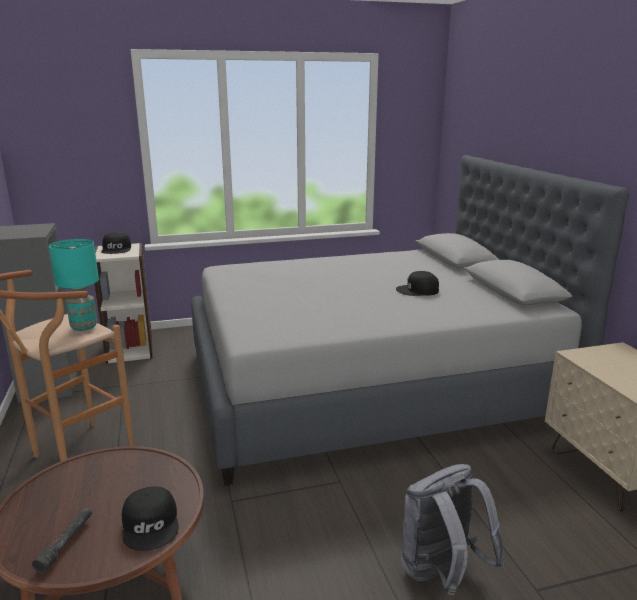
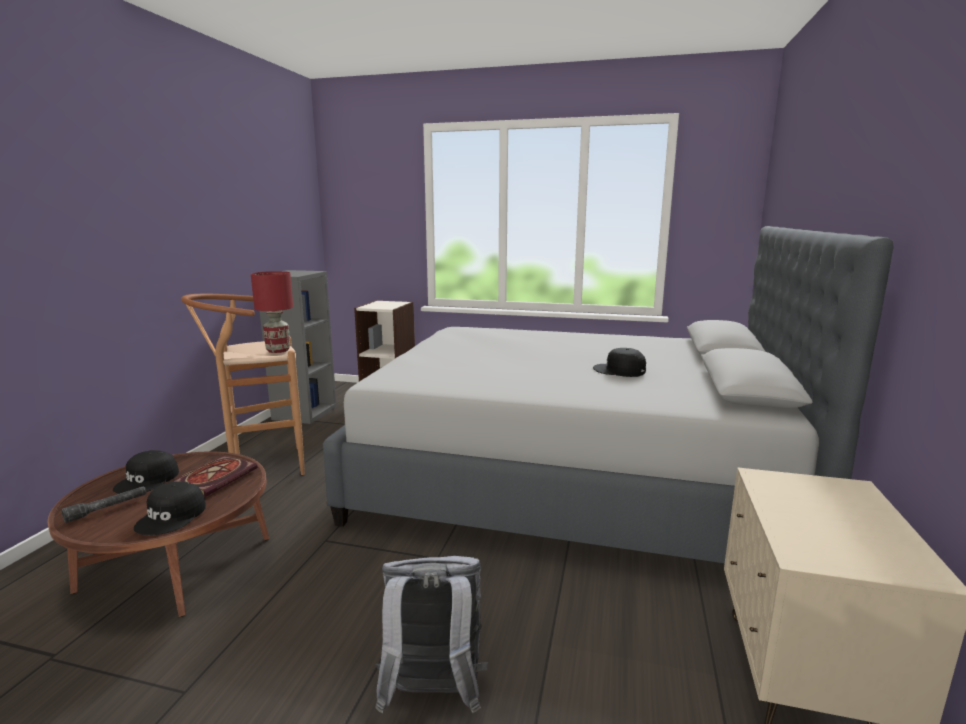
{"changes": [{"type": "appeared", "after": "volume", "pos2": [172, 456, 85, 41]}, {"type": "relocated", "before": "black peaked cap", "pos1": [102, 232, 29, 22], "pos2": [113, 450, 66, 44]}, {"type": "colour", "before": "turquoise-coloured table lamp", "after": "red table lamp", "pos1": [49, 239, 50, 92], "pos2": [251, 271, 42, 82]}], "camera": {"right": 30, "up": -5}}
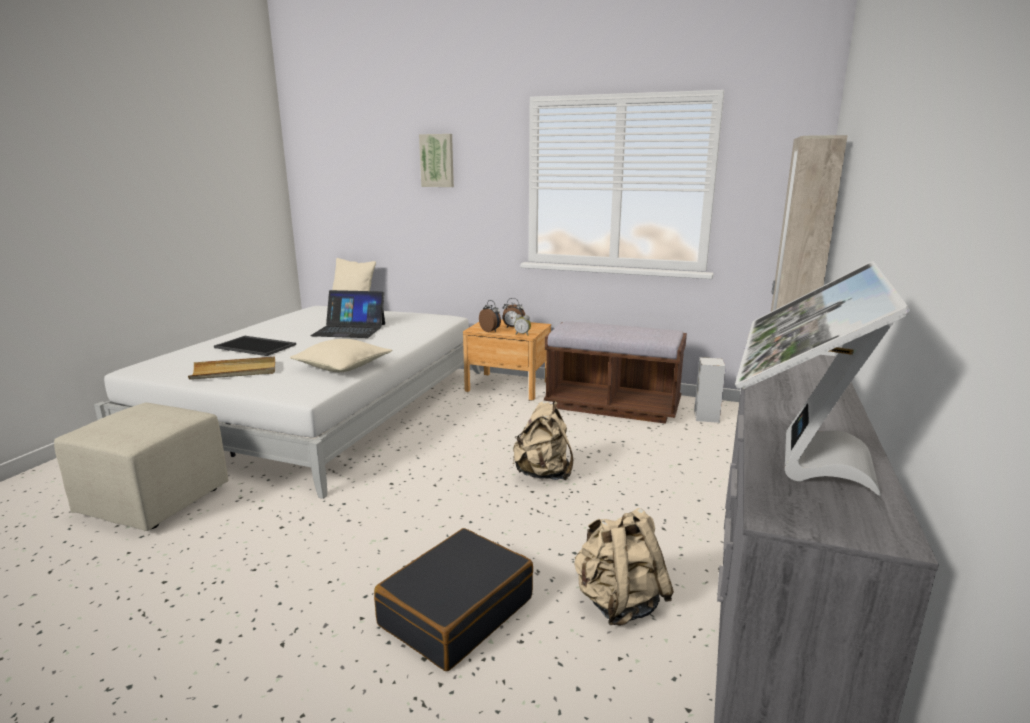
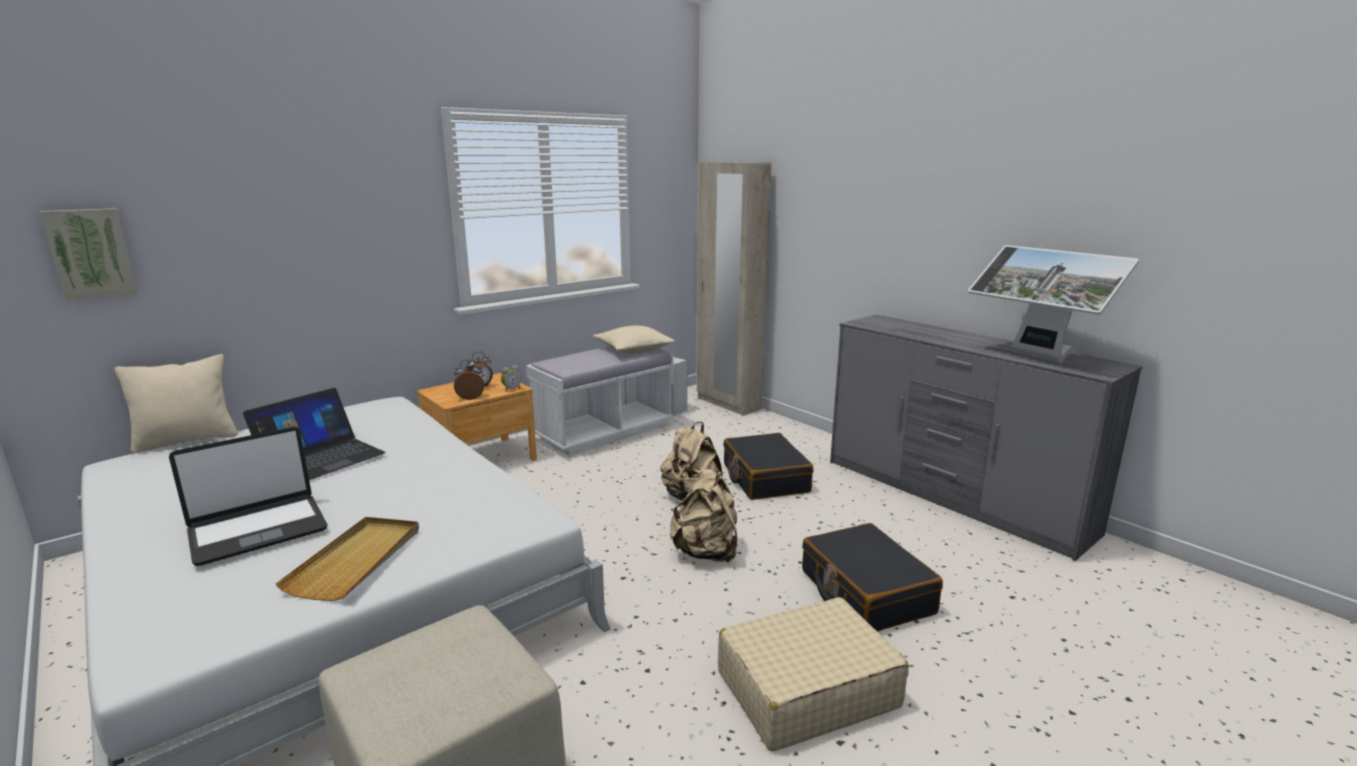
{"changes": [{"type": "appeared", "after": "beige travel case", "pos2": [718, 597, 191, 154]}, {"type": "appeared", "after": "black travel case", "pos2": [723, 433, 90, 67]}, {"type": "relocated", "before": "beige cushion", "pos1": [290, 339, 102, 33], "pos2": [593, 326, 82, 27]}, {"type": "relocated", "before": "wall art", "pos1": [419, 134, 35, 53], "pos2": [40, 208, 97, 92]}, {"type": "relocated", "before": "beige backpack", "pos1": [574, 508, 100, 118], "pos2": [670, 469, 67, 94]}, {"type": "exchanged", "before": "tray", "after": "laptop", "pos1": [214, 336, 82, 20], "pos2": [169, 427, 158, 139]}, {"type": "colour", "before": "brownish indoor bench", "after": "white indoor bench", "pos1": [544, 321, 143, 103], "pos2": [526, 346, 148, 110]}], "camera": {"right": -60, "up": 0}}
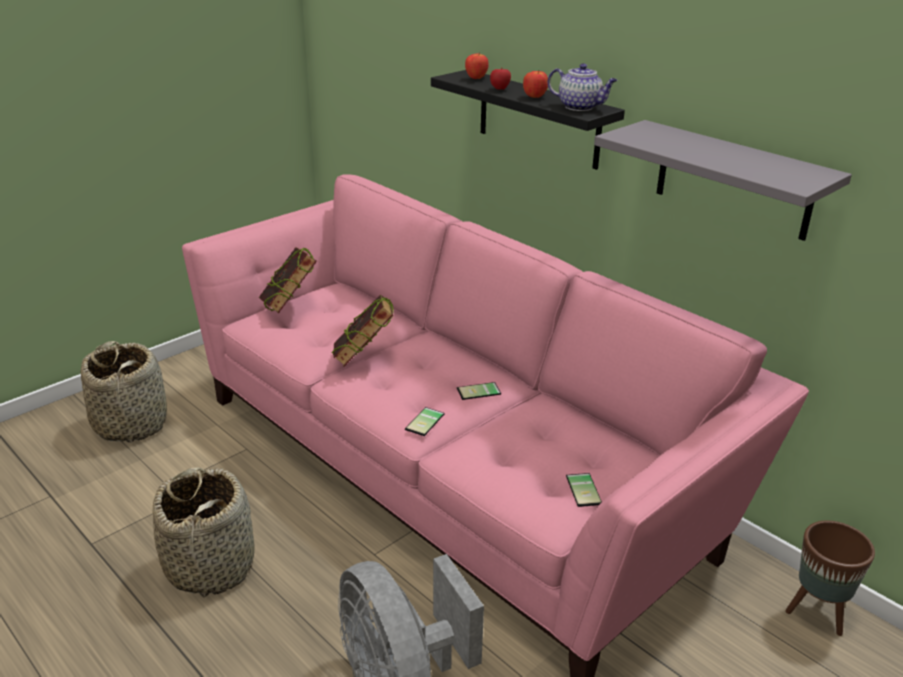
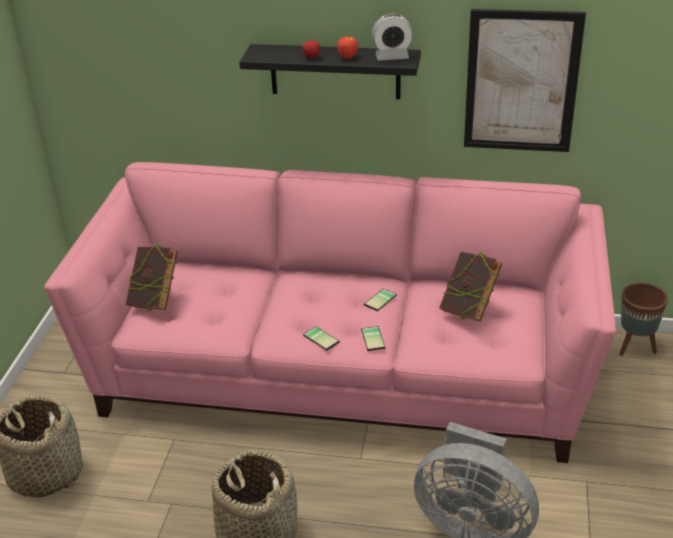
{"changes": [{"type": "missing", "before": "whole apple", "pos1": [465, 53, 24, 26]}, {"type": "relocated", "before": "volume", "pos1": [332, 294, 62, 72], "pos2": [439, 252, 63, 70]}, {"type": "relocated", "before": "phone", "pos1": [566, 473, 36, 34], "pos2": [303, 327, 37, 24]}, {"type": "exchanged", "before": "pot for tea", "after": "bedside clock", "pos1": [548, 63, 69, 48], "pos2": [372, 14, 41, 47]}, {"type": "exchanged", "before": "greyish bracket shelf", "after": "wall art", "pos1": [594, 120, 258, 121], "pos2": [464, 9, 122, 143]}], "camera": {"right": -35, "up": 5}}
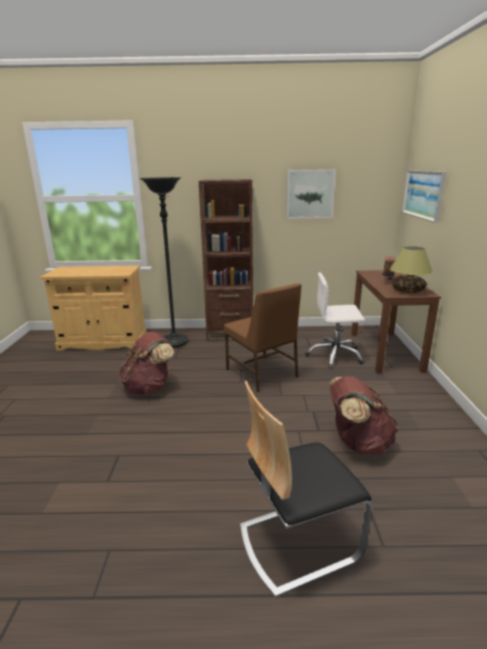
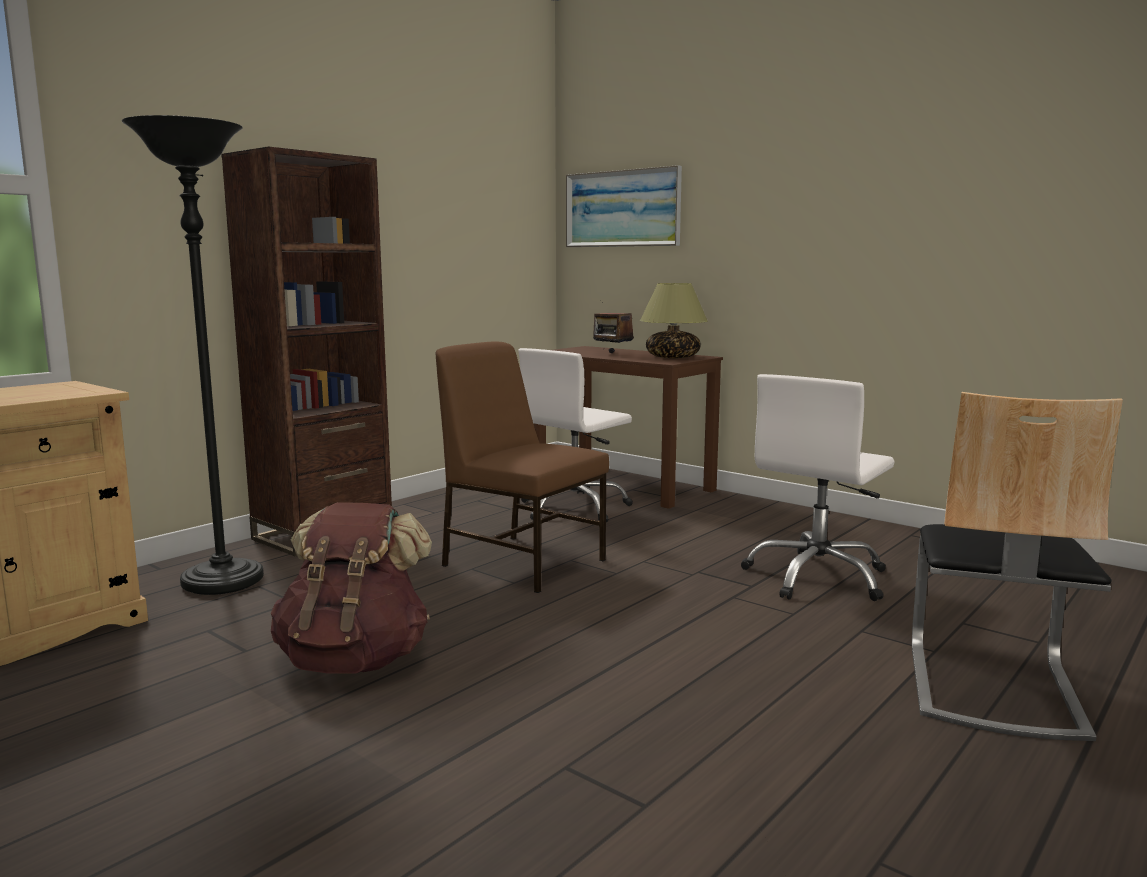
{"changes": [{"type": "missing", "before": "wall art", "pos1": [286, 169, 50, 50]}, {"type": "exchanged", "before": "brownish backpack", "after": "white desk chair", "pos1": [329, 376, 69, 79], "pos2": [741, 374, 154, 227]}, {"type": "spun", "before": "brownish upright chair", "pos1": [224, 283, 78, 109], "pos2": [436, 342, 173, 251], "turn": -150}], "camera": {"right": -50, "up": -10}}
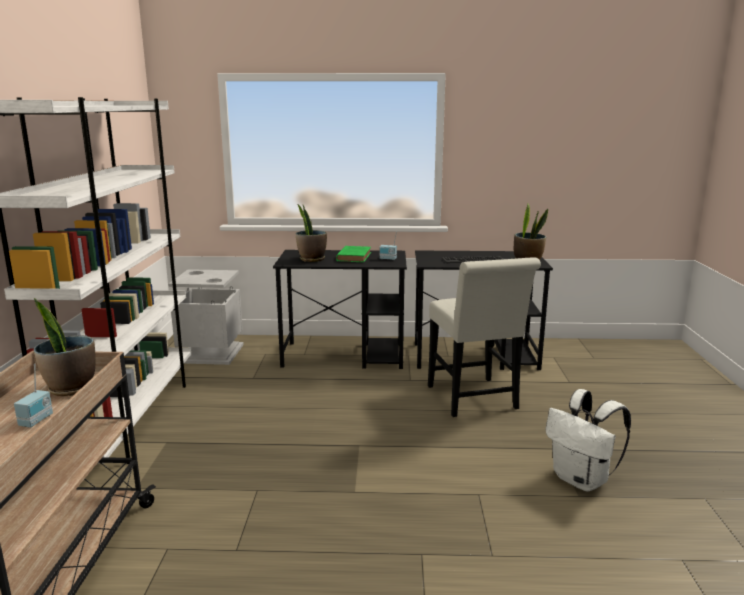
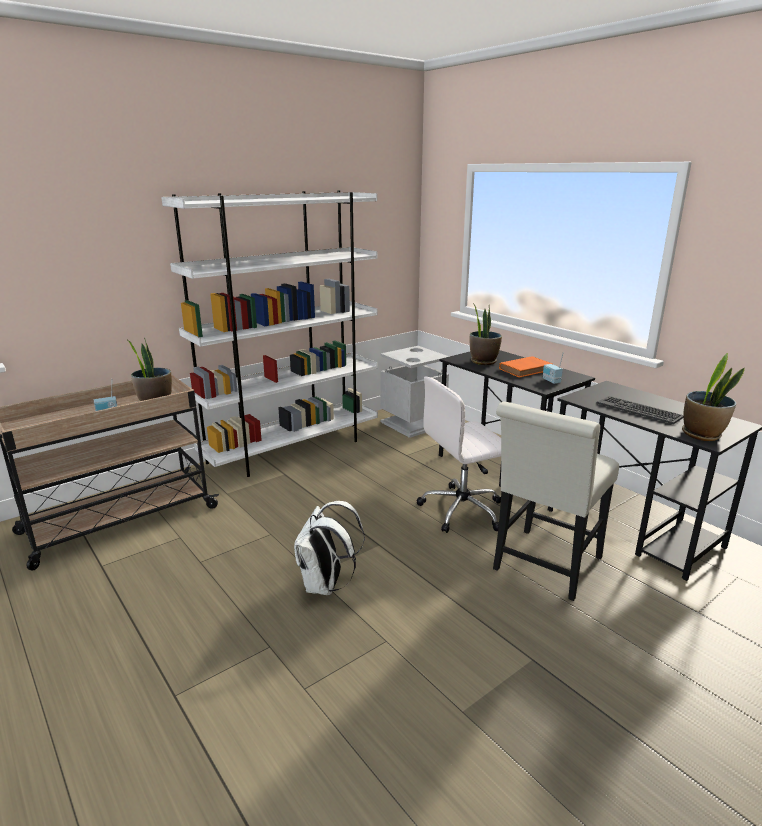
{"changes": [{"type": "appeared", "after": "white desk chair", "pos2": [417, 377, 84, 156]}, {"type": "relocated", "before": "white backpack", "pos1": [546, 389, 85, 103], "pos2": [294, 501, 71, 94]}, {"type": "colour", "before": "green-coloured volume", "after": "orange volume", "pos1": [336, 246, 35, 16], "pos2": [499, 356, 53, 21]}], "camera": {"right": 50, "up": 5}}
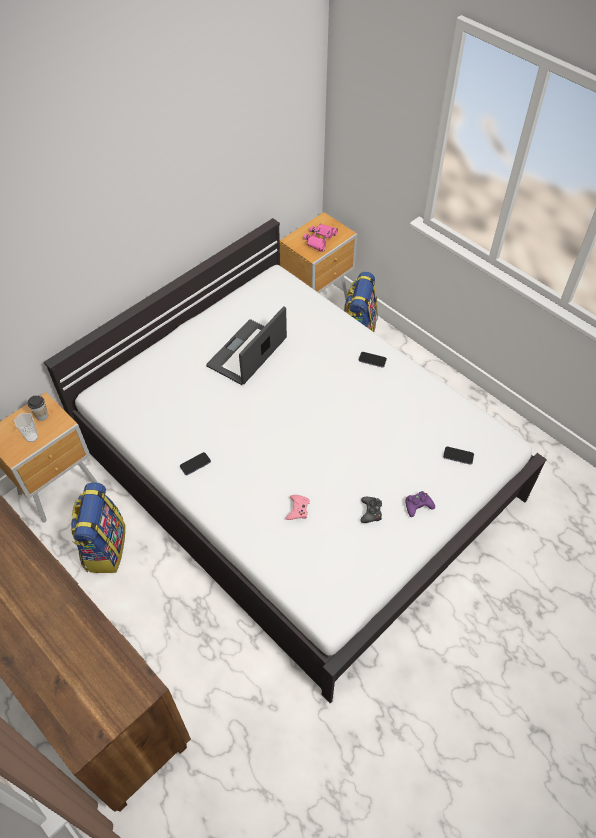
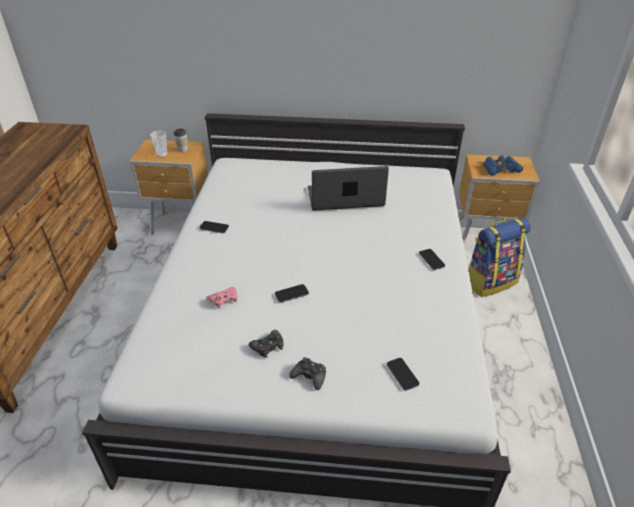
{"changes": [{"type": "missing", "before": "backpack", "pos1": [71, 483, 54, 90]}, {"type": "appeared", "after": "phone", "pos2": [275, 284, 34, 19]}, {"type": "colour", "before": "pink field glasses", "after": "bluish field glasses", "pos1": [304, 224, 34, 28], "pos2": [483, 155, 40, 21]}, {"type": "colour", "before": "purple gamepad", "after": "black gamepad", "pos1": [405, 491, 30, 26], "pos2": [289, 357, 37, 33]}], "camera": {"right": 50, "up": -15}}
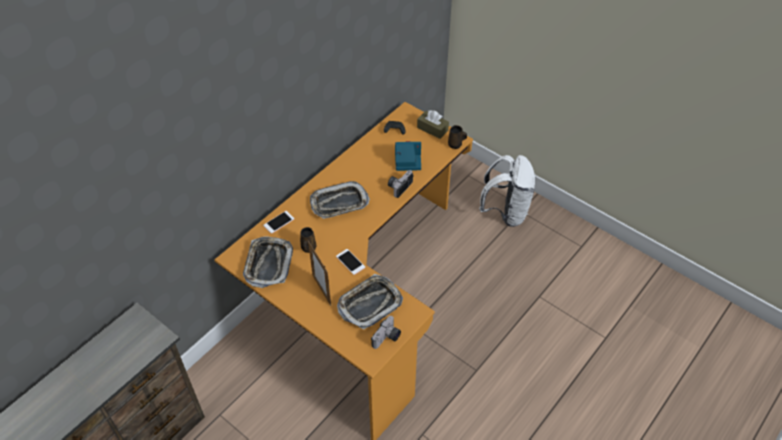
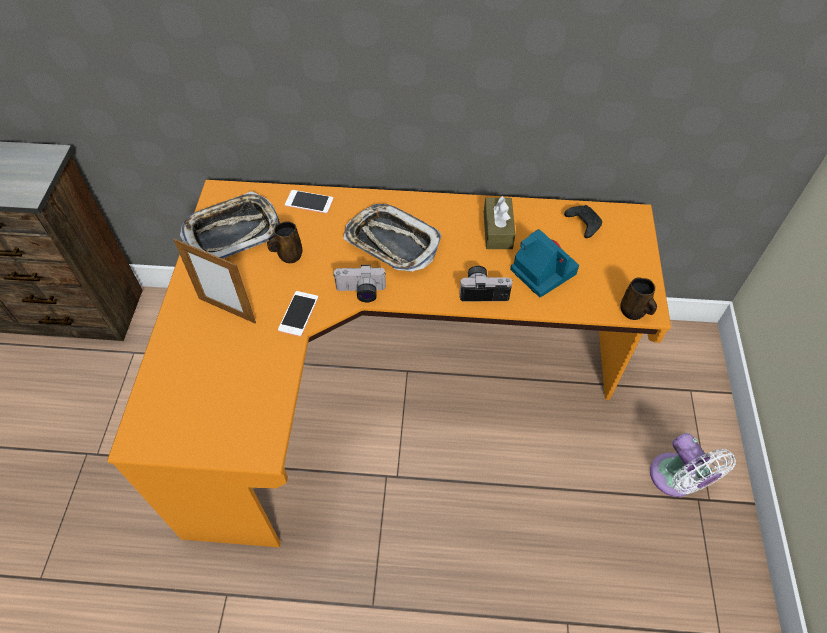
{"changes": [{"type": "missing", "before": "tray", "pos1": [337, 274, 66, 56]}, {"type": "relocated", "before": "photo camera", "pos1": [371, 316, 30, 33], "pos2": [334, 265, 52, 37]}, {"type": "relocated", "before": "brownish tissue holder", "pos1": [417, 110, 32, 29], "pos2": [484, 196, 31, 53]}, {"type": "exchanged", "before": "white backpack", "after": "white fan", "pos1": [479, 155, 57, 72], "pos2": [650, 433, 86, 64]}, {"type": "spun", "before": "standing frame", "pos1": [308, 241, 23, 65], "pos2": [173, 239, 83, 85], "turn": -90}], "camera": {"right": 55, "up": 5}}
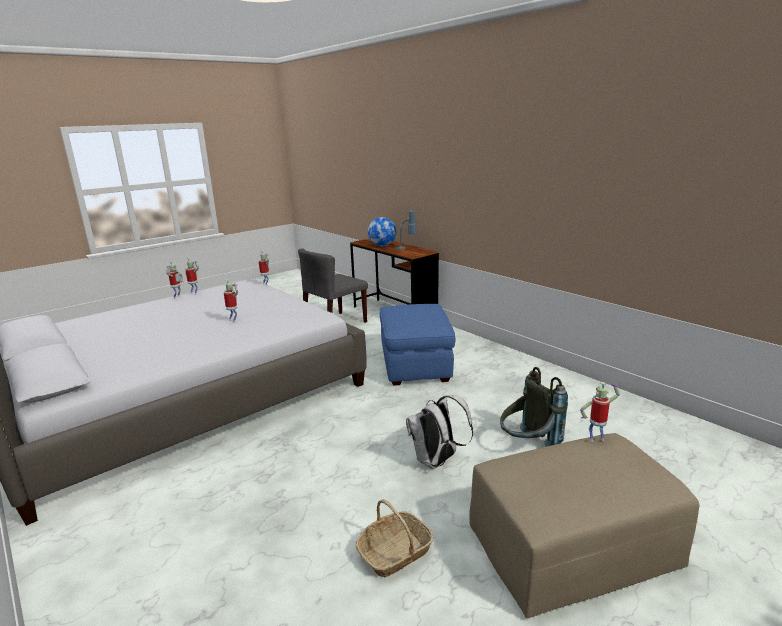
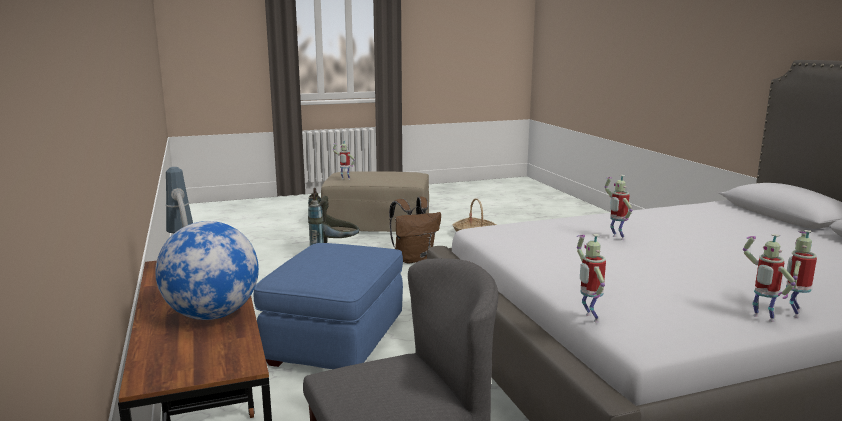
{"changes": [{"type": "colour", "before": "white backpack", "after": "brownish backpack", "pos1": [406, 395, 67, 74], "pos2": [389, 197, 52, 67]}], "camera": {"right": -160, "up": -5}}
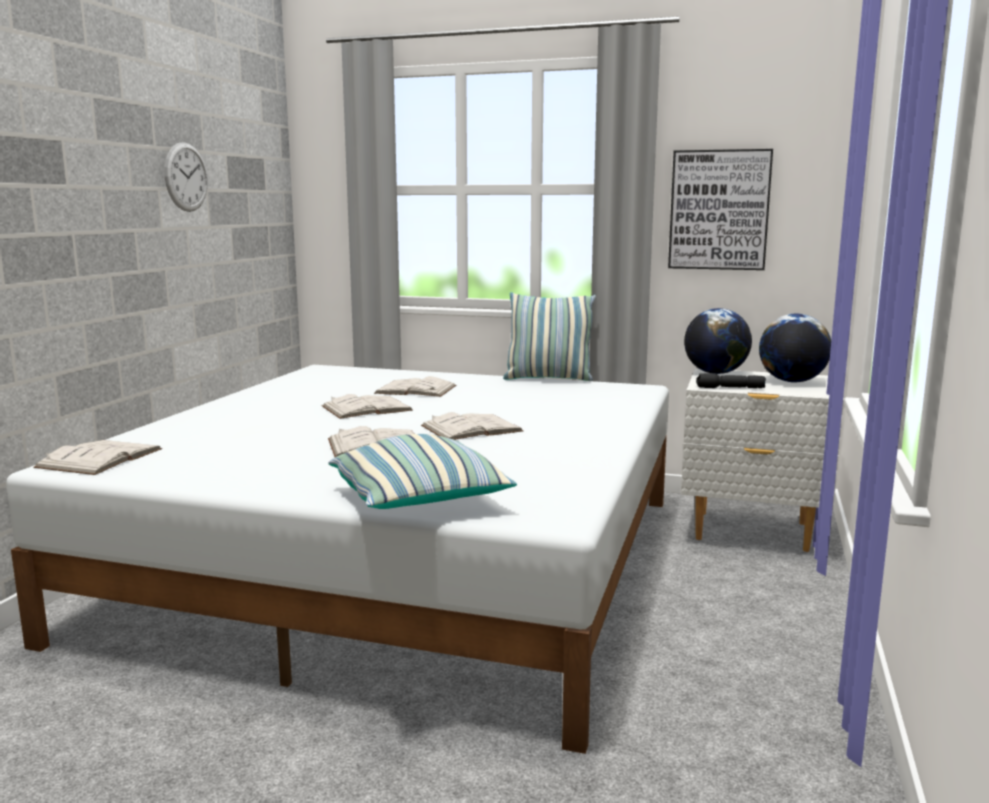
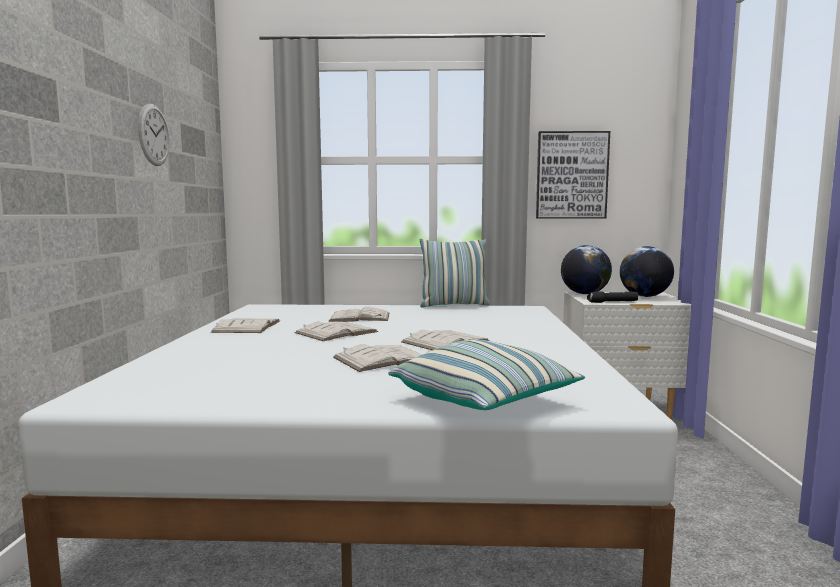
{"changes": [{"type": "relocated", "before": "white volume", "pos1": [33, 440, 129, 35], "pos2": [210, 318, 70, 15]}], "camera": {"right": -15, "up": -5}}
